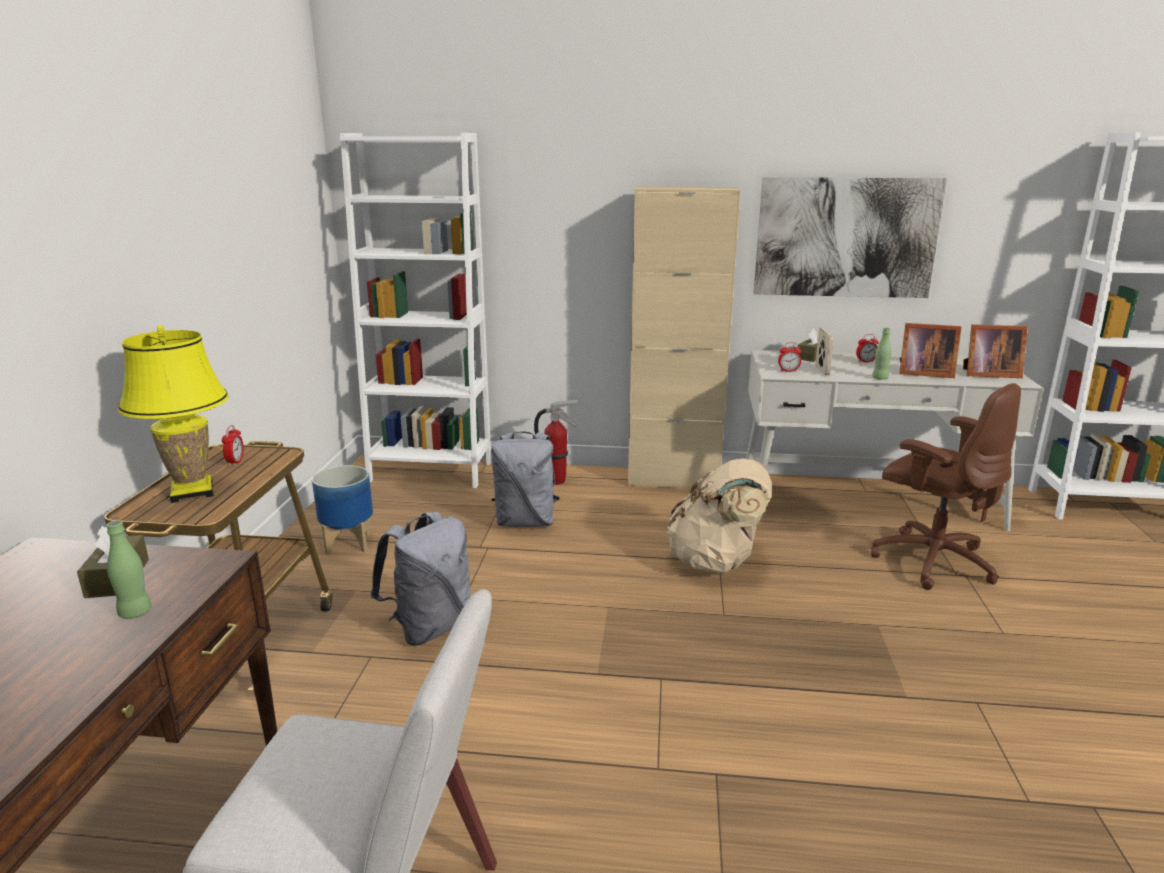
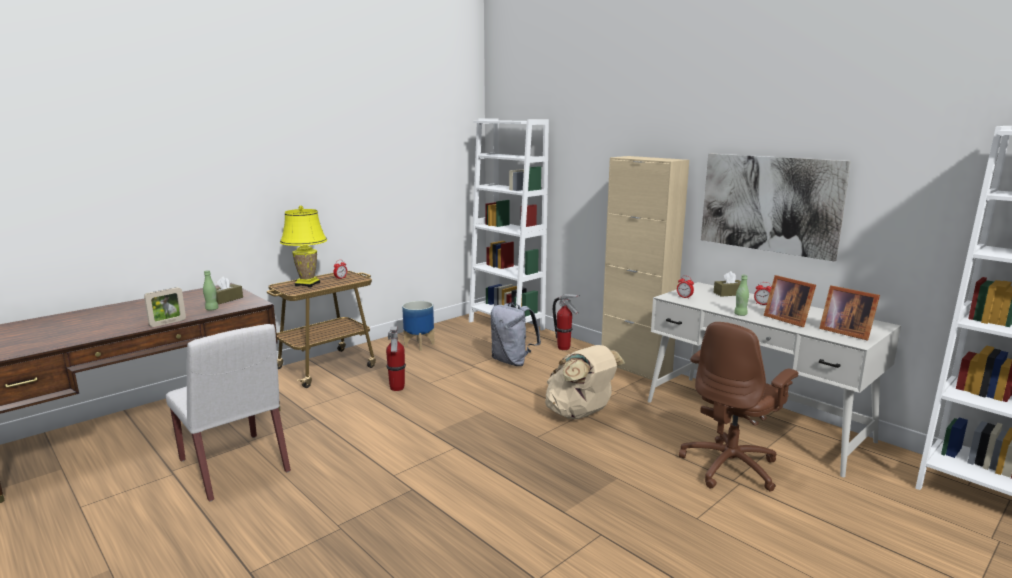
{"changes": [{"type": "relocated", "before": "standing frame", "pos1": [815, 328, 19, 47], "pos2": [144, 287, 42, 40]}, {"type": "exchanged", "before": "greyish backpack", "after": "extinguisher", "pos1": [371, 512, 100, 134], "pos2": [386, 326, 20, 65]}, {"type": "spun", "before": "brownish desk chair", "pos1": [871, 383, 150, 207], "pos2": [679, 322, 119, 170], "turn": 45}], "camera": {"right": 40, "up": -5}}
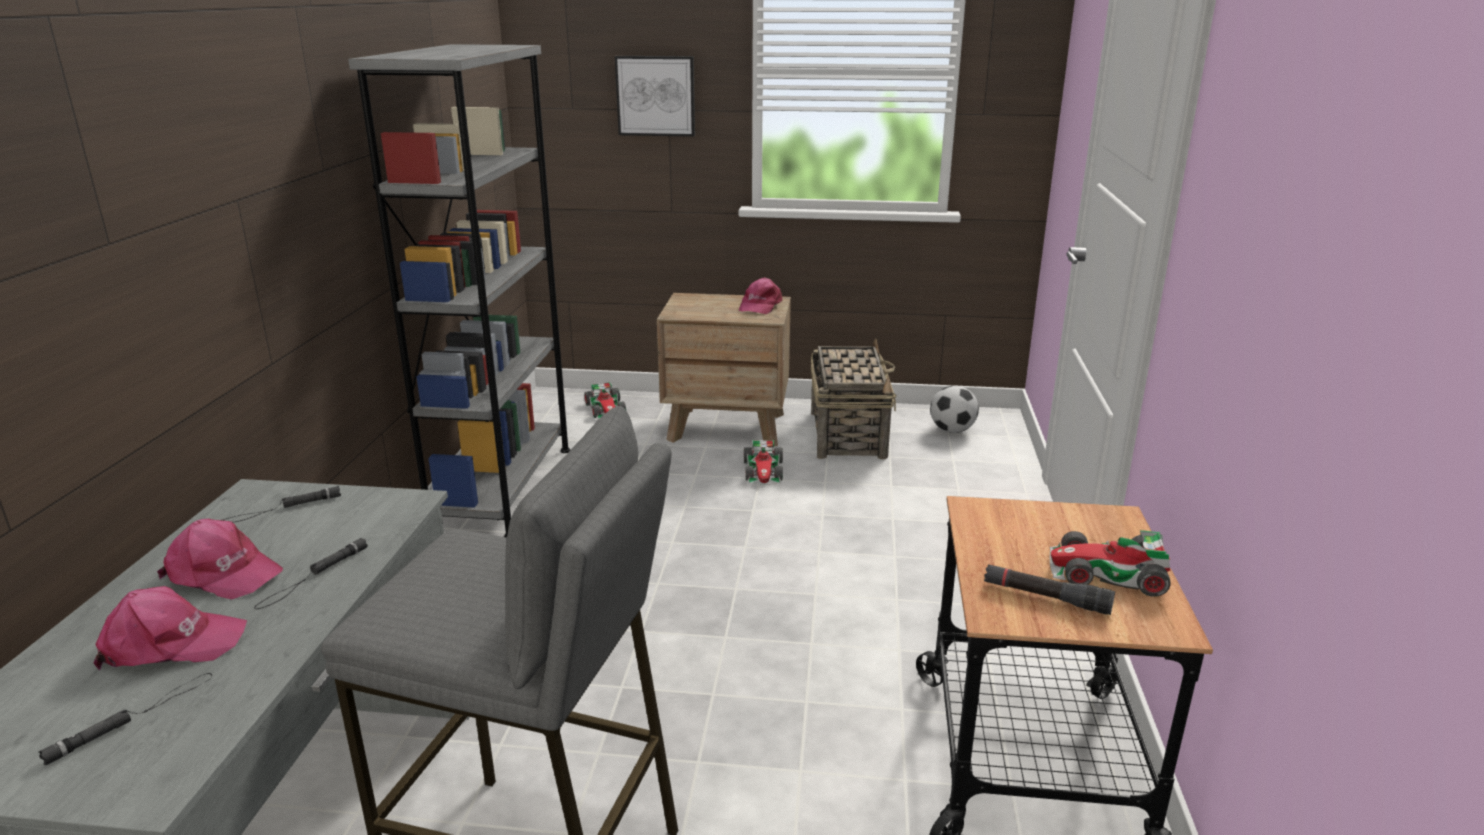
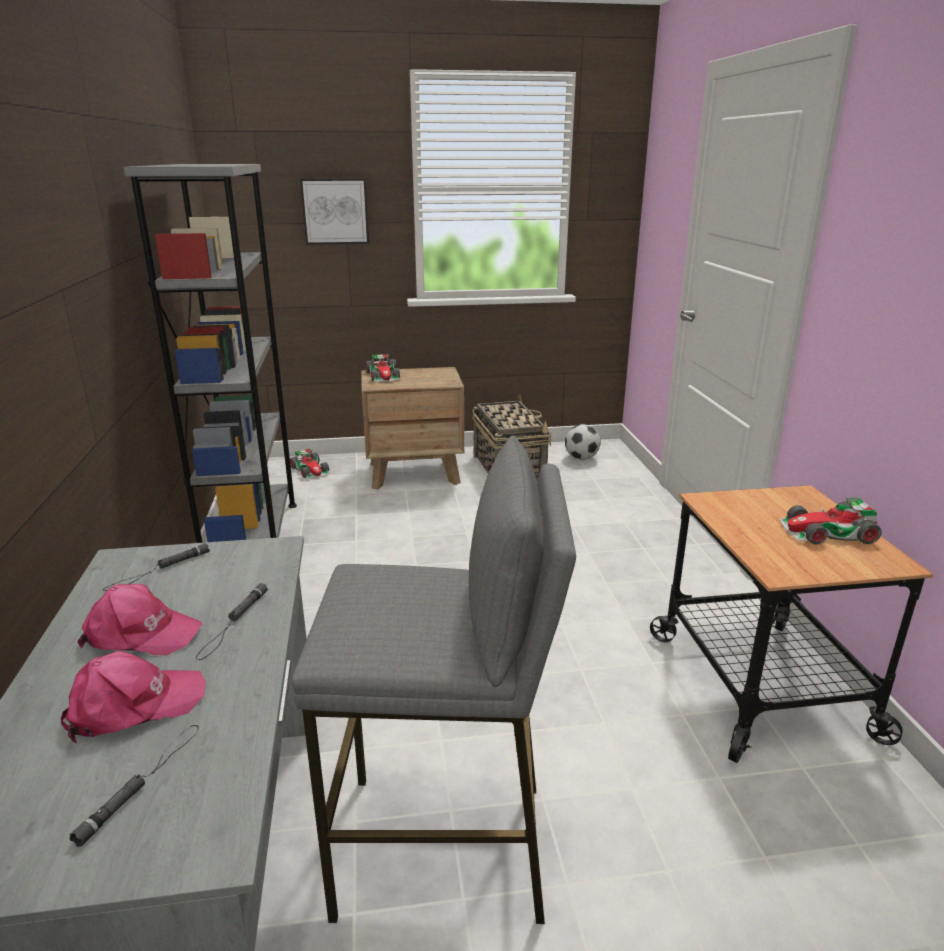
{"changes": [{"type": "missing", "before": "pink peaked cap", "pos1": [739, 277, 43, 37]}, {"type": "missing", "before": "black flashlight", "pos1": [984, 564, 131, 51]}, {"type": "relocated", "before": "toy car", "pos1": [744, 440, 39, 45], "pos2": [366, 354, 34, 28]}], "camera": {"right": -15, "up": 0}}
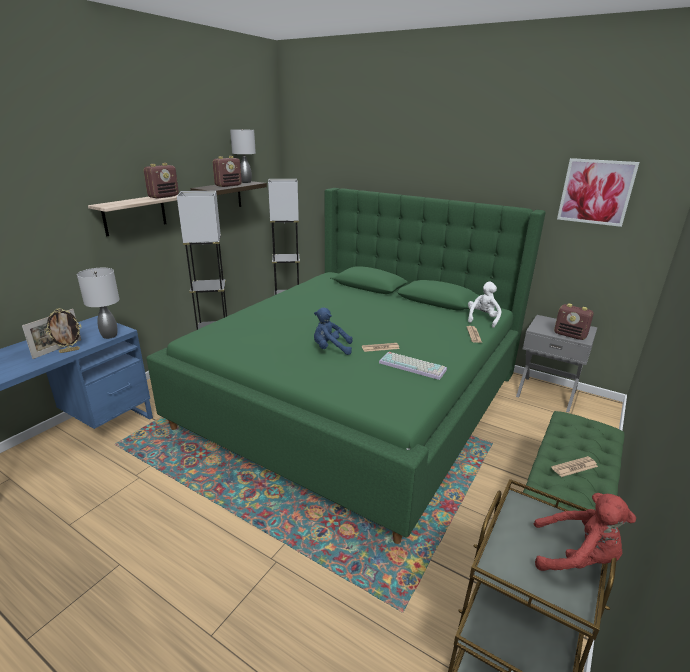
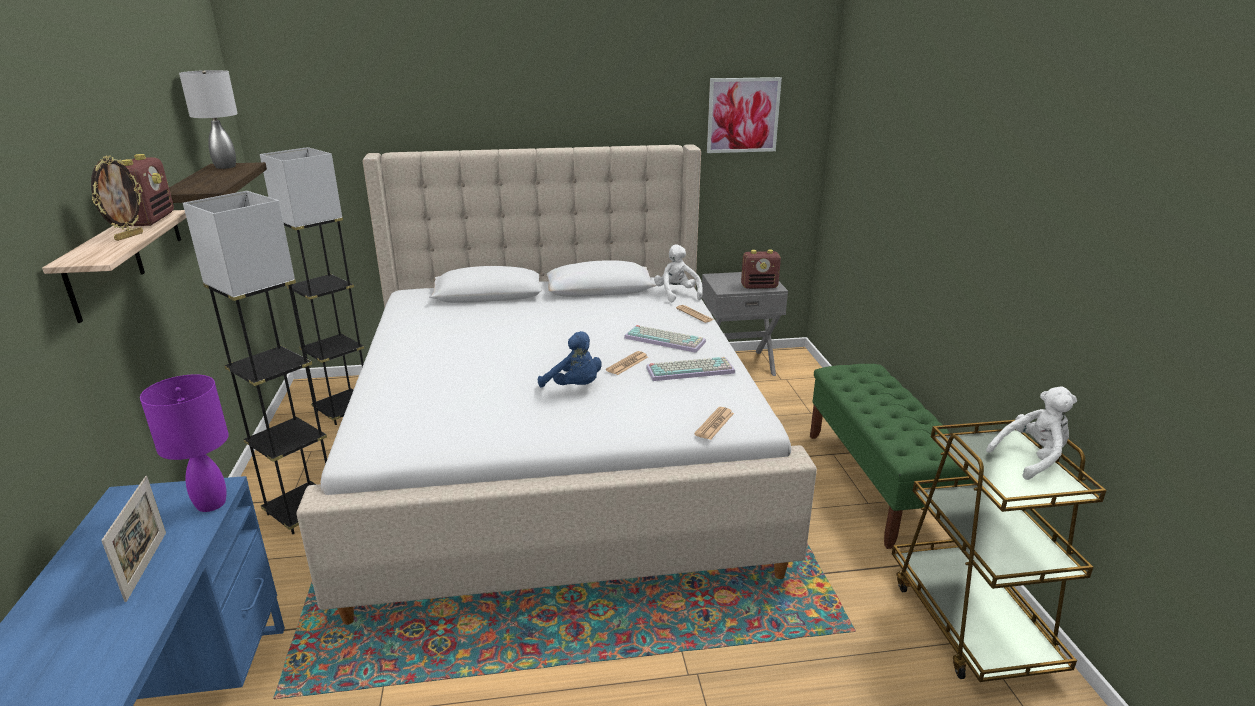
{"changes": [{"type": "missing", "before": "radio", "pos1": [212, 156, 30, 31]}, {"type": "appeared", "after": "computer keyboard", "pos2": [624, 325, 82, 28]}, {"type": "relocated", "before": "standing frame", "pos1": [45, 308, 36, 45], "pos2": [91, 155, 52, 86]}, {"type": "relocated", "before": "newspaper", "pos1": [551, 456, 47, 21], "pos2": [694, 407, 40, 33]}, {"type": "colour", "before": "greyish table lamp", "after": "purple table lamp", "pos1": [77, 268, 43, 71], "pos2": [140, 374, 89, 138]}, {"type": "colour", "before": "green-coloured bedroom bed", "after": "beige bedroom bed", "pos1": [146, 188, 399, 356], "pos2": [297, 144, 520, 481]}, {"type": "colour", "before": "red cuddly toy", "after": "white cuddly toy", "pos1": [534, 493, 102, 78], "pos2": [986, 387, 91, 93]}, {"type": "spun", "before": "bluish cuddly toy", "pos1": [314, 308, 39, 47], "pos2": [538, 331, 64, 57], "turn": -105}], "camera": {"right": -40, "up": 0}}
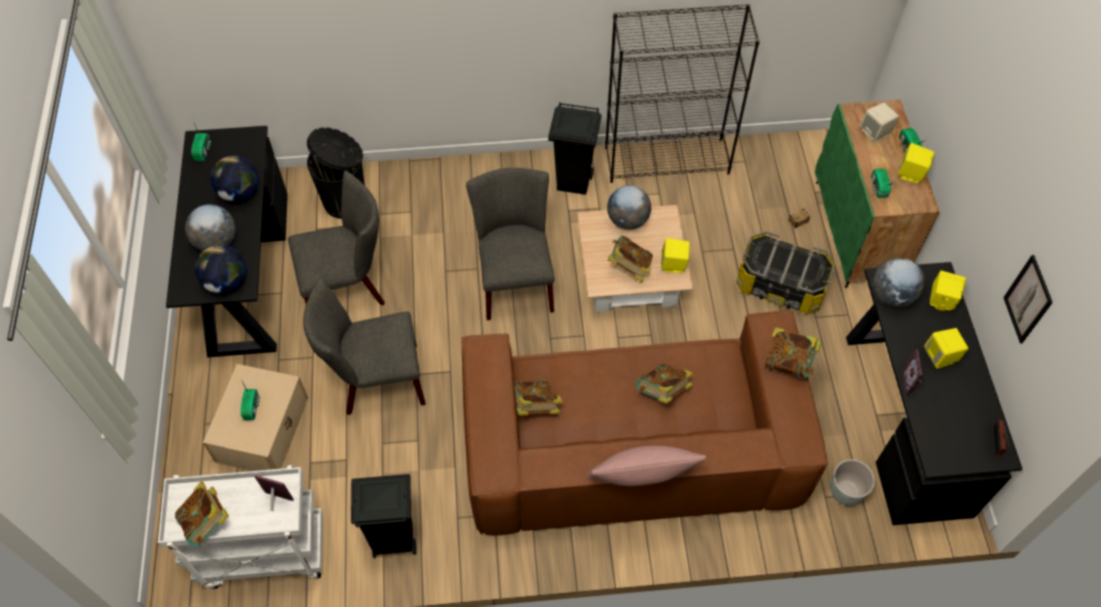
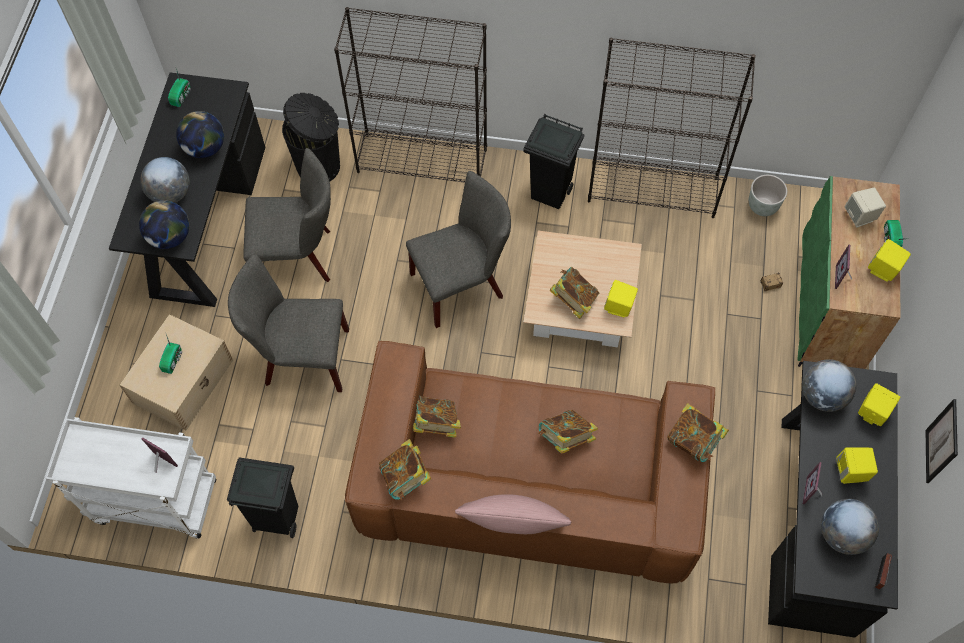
{"changes": [{"type": "missing", "before": "storage container", "pos1": [736, 231, 100, 83]}, {"type": "appeared", "after": "black bookshelf", "pos2": [334, 7, 153, 176]}, {"type": "relocated", "before": "volume", "pos1": [175, 481, 54, 65], "pos2": [379, 439, 52, 61]}, {"type": "relocated", "before": "world globe", "pos1": [607, 185, 44, 45], "pos2": [821, 499, 58, 56]}, {"type": "relocated", "before": "greyish planter", "pos1": [830, 459, 45, 47], "pos2": [749, 175, 38, 41]}, {"type": "exchanged", "before": "radio", "after": "standing frame", "pos1": [871, 168, 25, 30], "pos2": [835, 244, 17, 45]}, {"type": "spun", "before": "greyish upright chair", "pos1": [466, 168, 89, 152], "pos2": [406, 171, 105, 157], "turn": 60}], "camera": {"right": 15, "up": 5}}
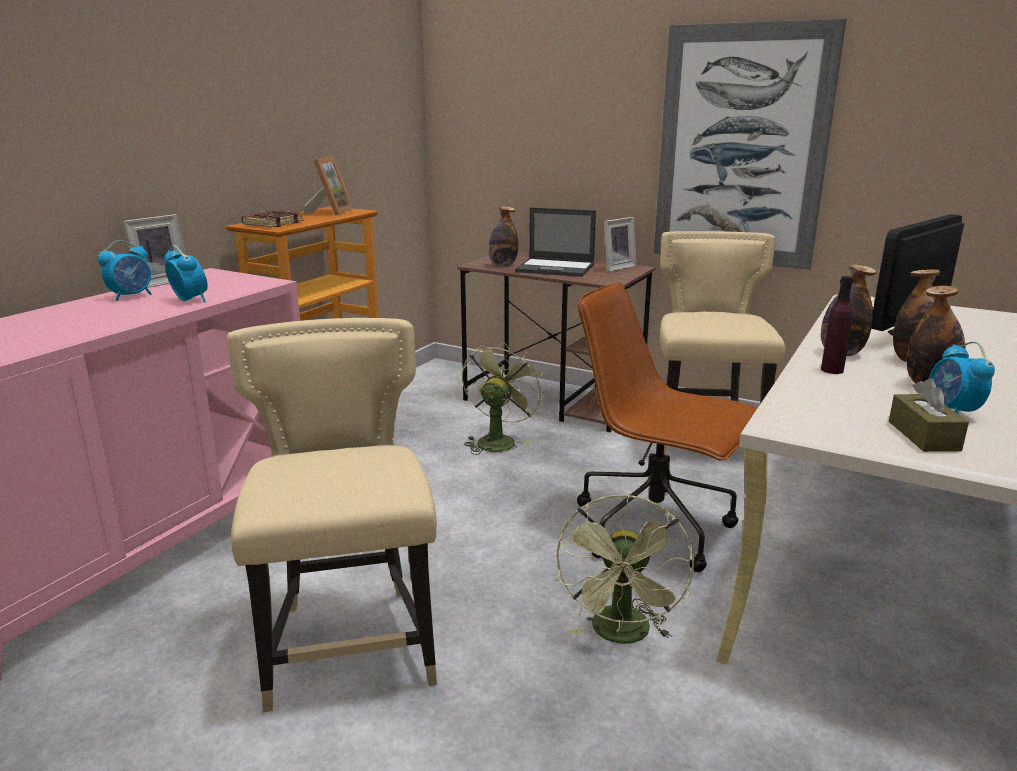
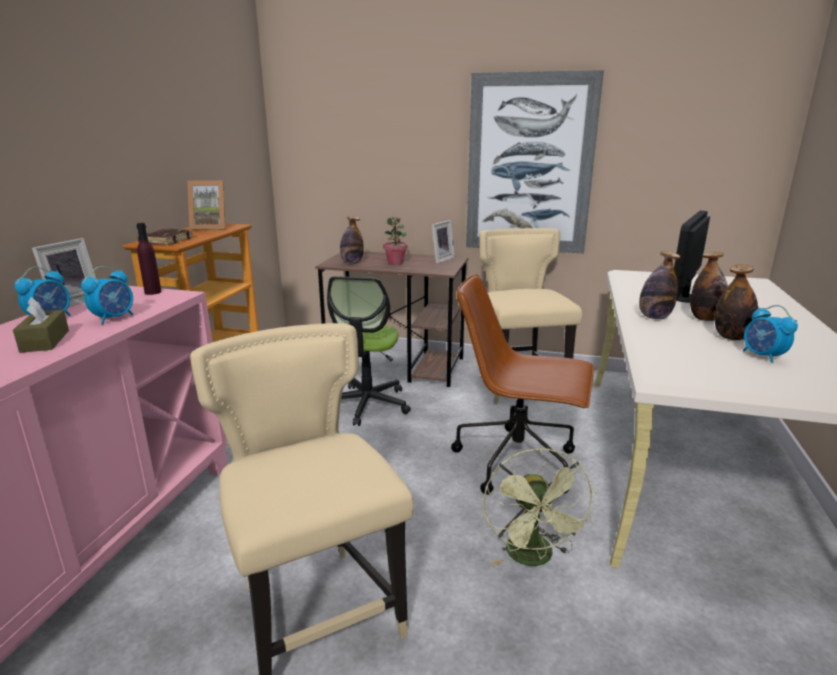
{"changes": [{"type": "relocated", "before": "purple drink bottle", "pos1": [821, 276, 32, 98], "pos2": [136, 223, 25, 72]}, {"type": "relocated", "before": "brownish tissue holder", "pos1": [889, 378, 80, 74], "pos2": [13, 297, 56, 56]}, {"type": "exchanged", "before": "green-coloured fan", "after": "desk chair", "pos1": [462, 341, 82, 114], "pos2": [327, 276, 84, 150]}, {"type": "exchanged", "before": "laptop", "after": "plant in a pot", "pos1": [515, 207, 81, 70], "pos2": [383, 217, 25, 48]}, {"type": "spun", "before": "bedside clock", "pos1": [164, 245, 44, 58], "pos2": [81, 266, 52, 59], "turn": 90}, {"type": "spun", "before": "standing frame", "pos1": [304, 156, 50, 60], "pos2": [187, 180, 39, 50], "turn": 90}], "camera": {"right": -15, "up": 0}}
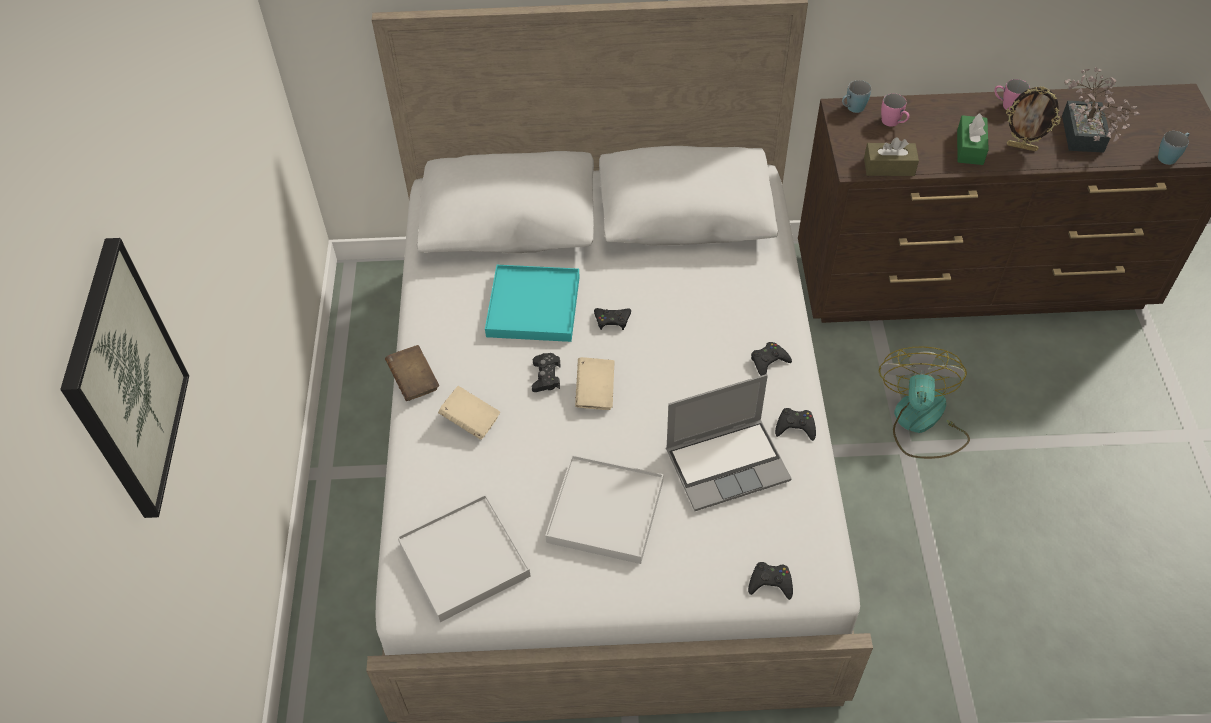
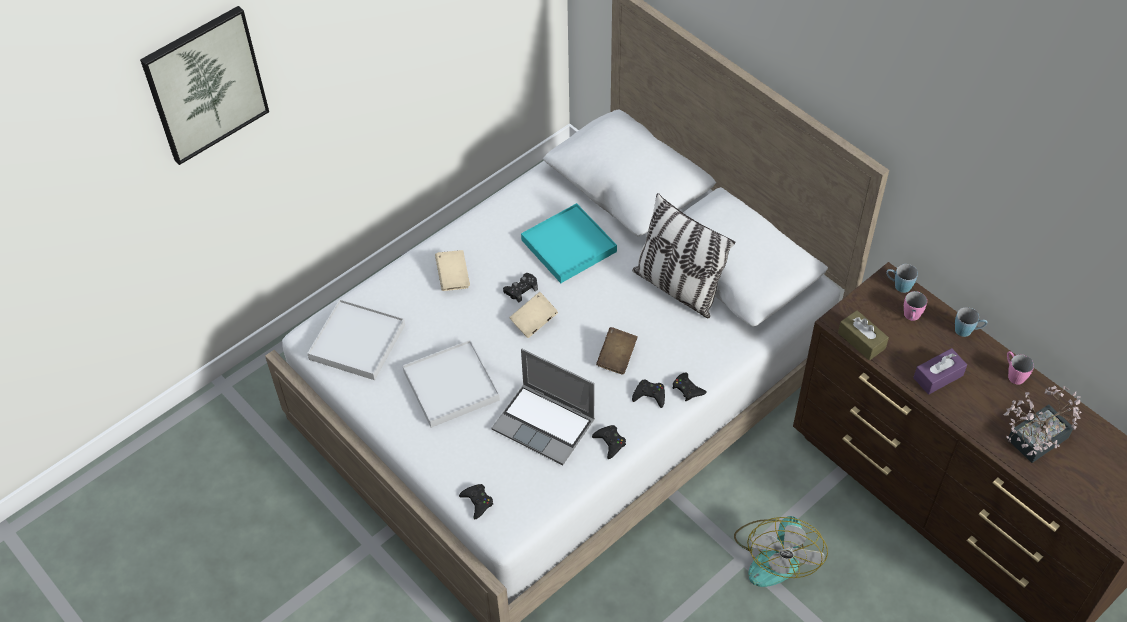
{"changes": [{"type": "missing", "before": "standing frame", "pos1": [1006, 86, 55, 65]}, {"type": "appeared", "after": "cushion", "pos2": [632, 193, 103, 126]}, {"type": "relocated", "before": "brownish volume", "pos1": [385, 345, 54, 56], "pos2": [596, 327, 42, 48]}, {"type": "relocated", "before": "black gamepad", "pos1": [594, 308, 37, 22], "pos2": [673, 373, 34, 28]}, {"type": "relocated", "before": "bluish tea mug", "pos1": [1158, 131, 32, 34], "pos2": [955, 307, 32, 30]}, {"type": "colour", "before": "green-coloured tissue holder", "after": "purple tissue holder", "pos1": [957, 113, 32, 52], "pos2": [913, 348, 54, 47]}, {"type": "spun", "before": "fan", "pos1": [879, 347, 91, 112], "pos2": [734, 516, 94, 71], "turn": 135}], "camera": {"right": 50, "up": 0}}
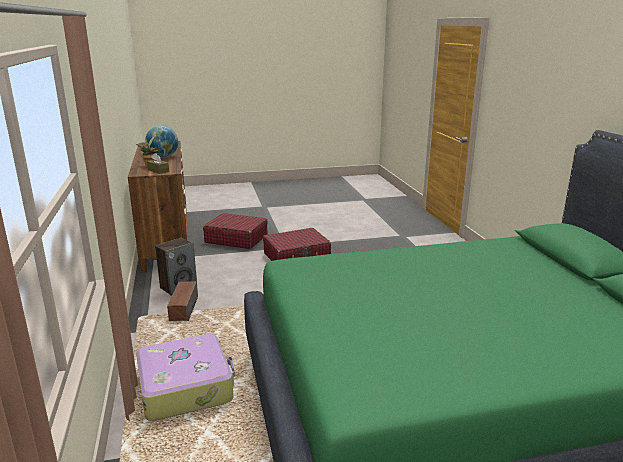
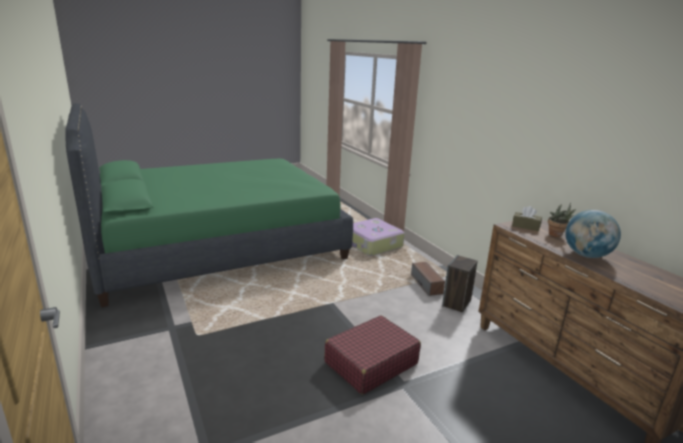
{"changes": [{"type": "missing", "before": "red travel case", "pos1": [203, 213, 65, 36]}], "camera": {"right": 165, "up": 0}}
